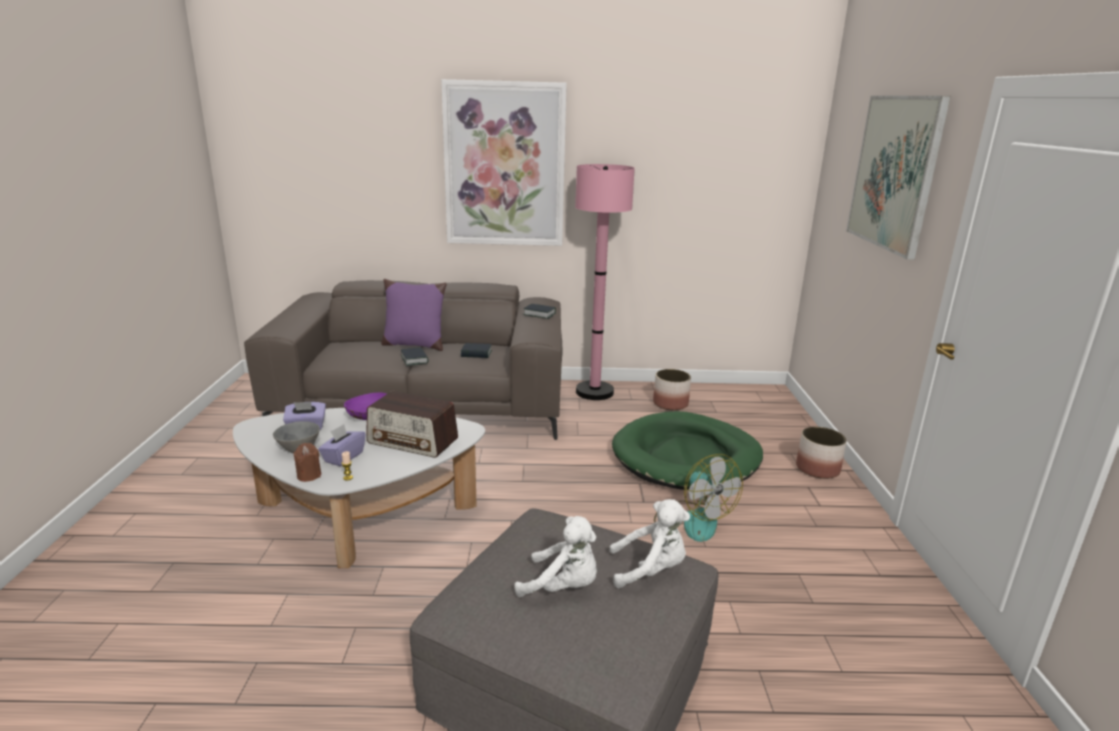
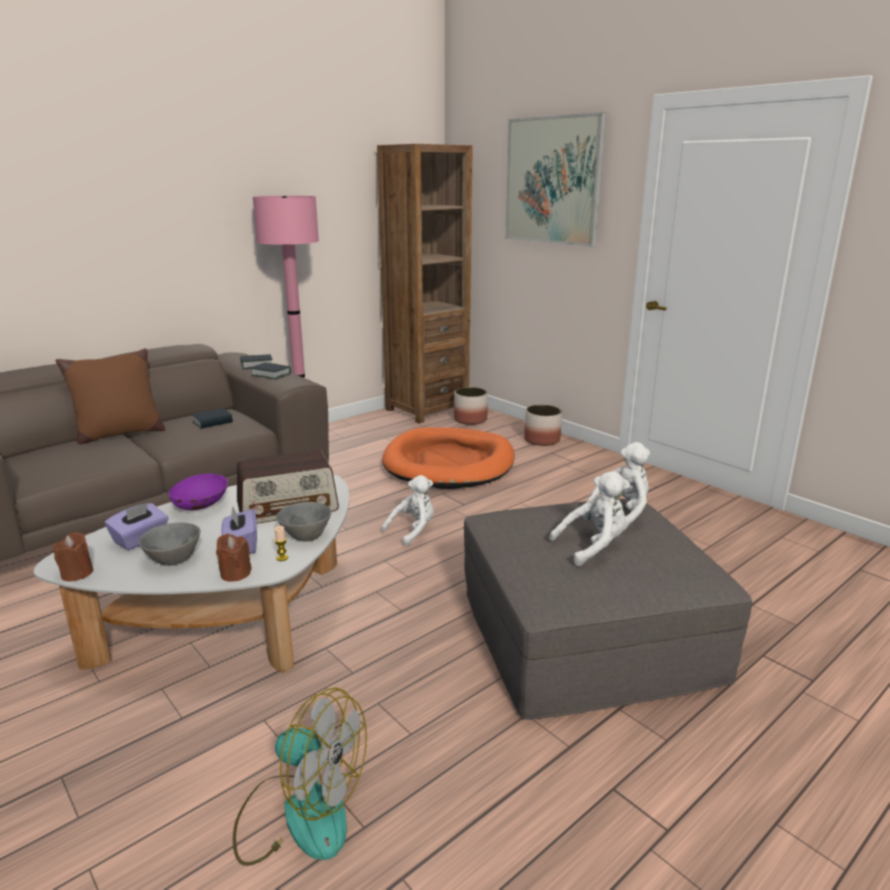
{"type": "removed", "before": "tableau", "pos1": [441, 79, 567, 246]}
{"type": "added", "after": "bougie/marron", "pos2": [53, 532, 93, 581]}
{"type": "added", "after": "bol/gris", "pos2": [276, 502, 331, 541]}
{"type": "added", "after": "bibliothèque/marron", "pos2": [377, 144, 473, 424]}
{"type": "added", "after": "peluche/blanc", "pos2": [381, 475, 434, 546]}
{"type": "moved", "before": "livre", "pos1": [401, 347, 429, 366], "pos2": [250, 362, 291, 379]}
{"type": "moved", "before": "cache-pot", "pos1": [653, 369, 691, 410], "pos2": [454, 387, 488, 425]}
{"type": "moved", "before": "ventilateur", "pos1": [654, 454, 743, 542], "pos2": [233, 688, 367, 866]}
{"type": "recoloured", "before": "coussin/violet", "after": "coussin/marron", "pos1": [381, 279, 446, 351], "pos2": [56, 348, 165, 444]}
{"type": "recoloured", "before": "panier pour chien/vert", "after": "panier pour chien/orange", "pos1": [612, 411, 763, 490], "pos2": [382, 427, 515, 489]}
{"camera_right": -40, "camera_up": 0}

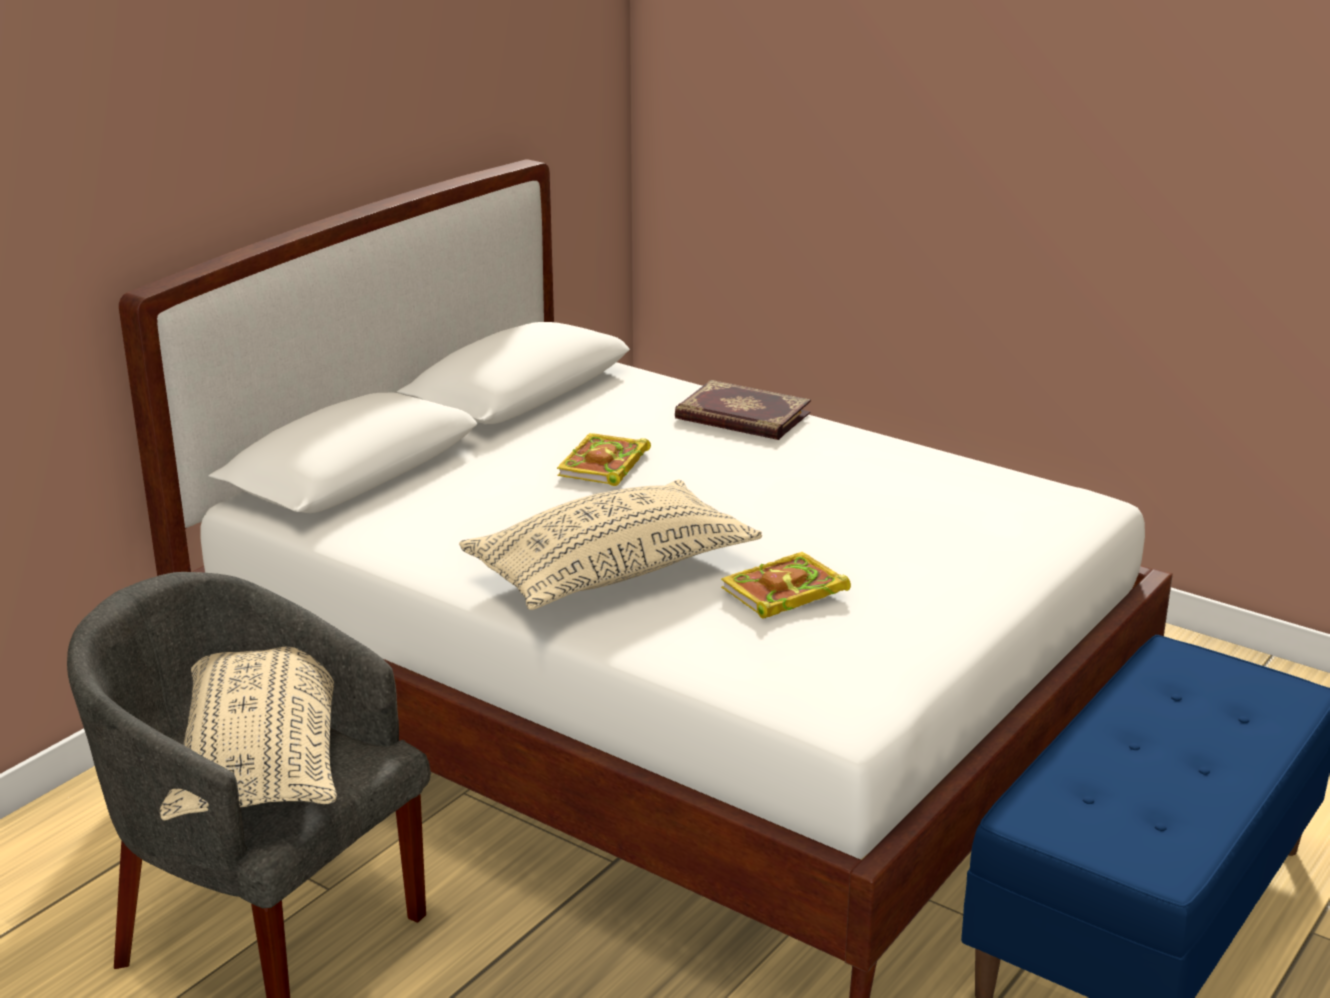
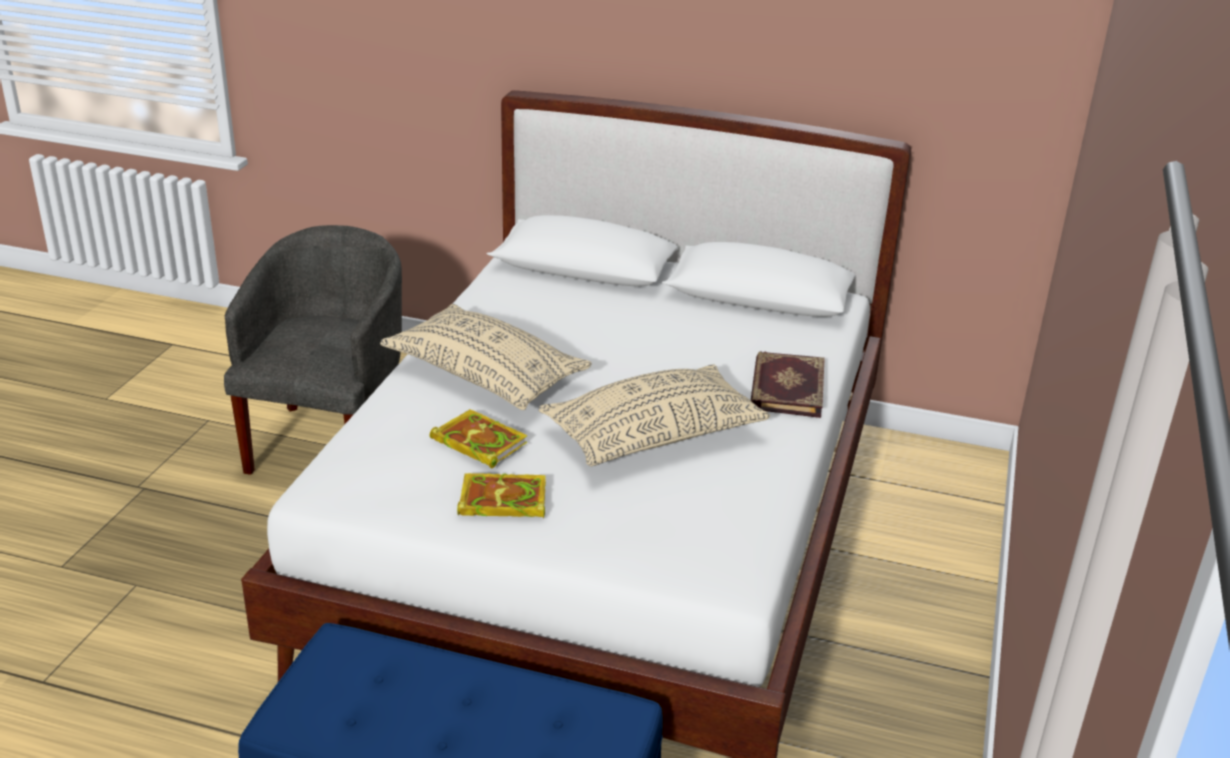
{"type": "moved", "before": "coussin/beige", "pos1": [160, 647, 337, 820], "pos2": [539, 364, 770, 466]}
{"type": "moved", "before": "livre", "pos1": [557, 433, 651, 486], "pos2": [457, 473, 546, 518]}
{"camera_right": 70, "camera_up": 5}

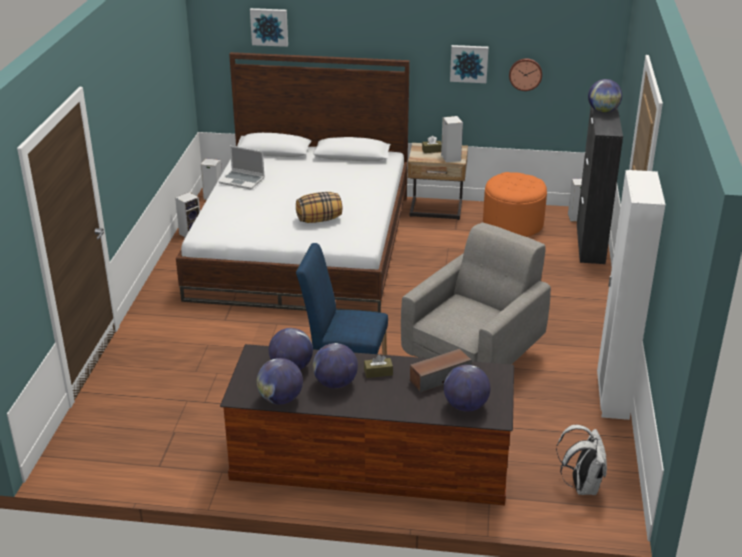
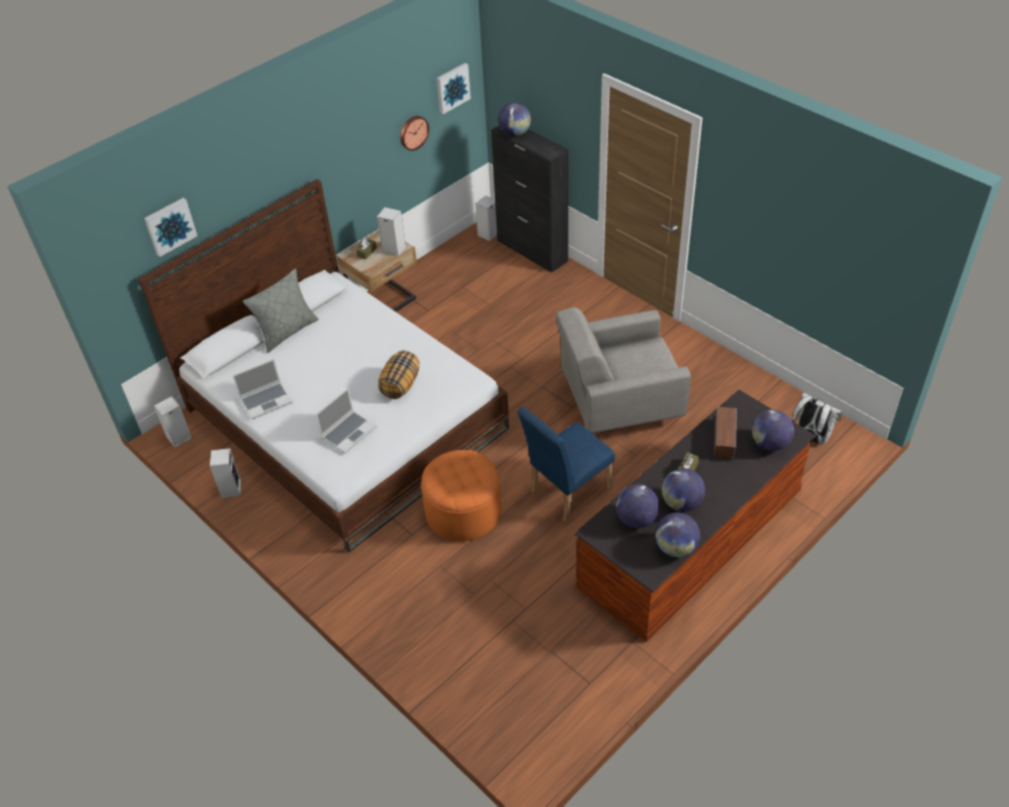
{"type": "removed", "before": "armoire/blanc", "pos1": [597, 170, 666, 420]}
{"type": "added", "after": "coussin/gris", "pos2": [243, 268, 319, 353]}
{"type": "added", "after": "ordinateur portable", "pos2": [315, 388, 377, 454]}
{"type": "moved", "before": "tableau", "pos1": [450, 45, 489, 83], "pos2": [437, 63, 471, 114]}
{"type": "moved", "before": "pouf/orange", "pos1": [483, 172, 547, 237], "pos2": [421, 450, 501, 541]}
{"type": "turned", "before": "fauteuil/gris", "pos1": [401, 222, 551, 365], "pos2": [556, 307, 691, 434], "turn": -90}
{"camera_right": -50, "camera_up": 15}

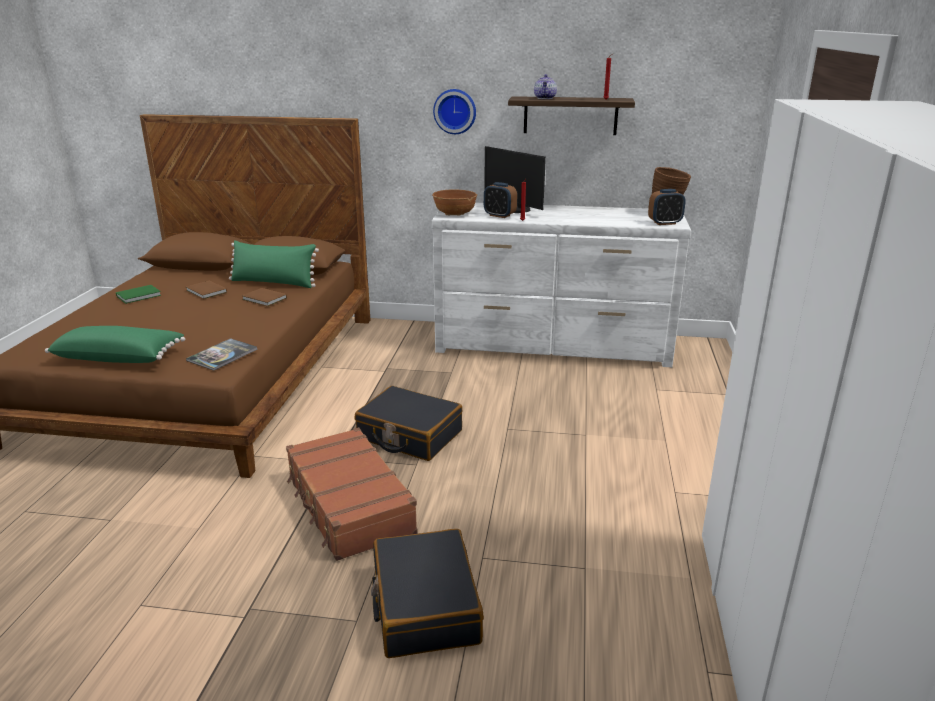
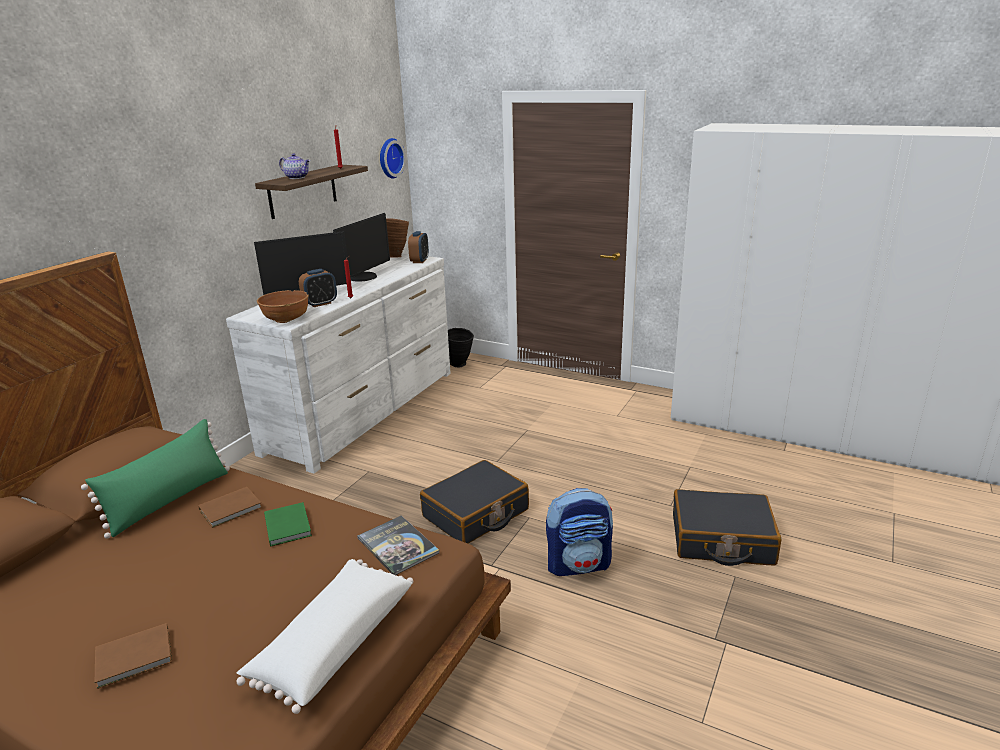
{"type": "added", "after": "écran d'ordinateur", "pos2": [333, 213, 390, 282]}
{"type": "added", "after": "vase/noir", "pos2": [448, 328, 474, 367]}
{"type": "moved", "before": "livre/vert", "pos1": [116, 285, 161, 304], "pos2": [264, 502, 312, 547]}
{"type": "moved", "before": "livre/marron", "pos1": [186, 281, 227, 299], "pos2": [94, 623, 172, 689]}
{"type": "moved", "before": "horloge murale", "pos1": [433, 89, 476, 134], "pos2": [380, 138, 406, 179]}
{"type": "replaced", "before": "valise/marron", "after": "sac à dos", "pos1": [286, 428, 418, 561], "pos2": [546, 488, 613, 576]}
{"type": "recoloured", "before": "coussin/vert", "after": "coussin/blanc", "pos1": [45, 326, 185, 363], "pos2": [236, 559, 413, 714]}
{"camera_right": -70, "camera_up": 0}

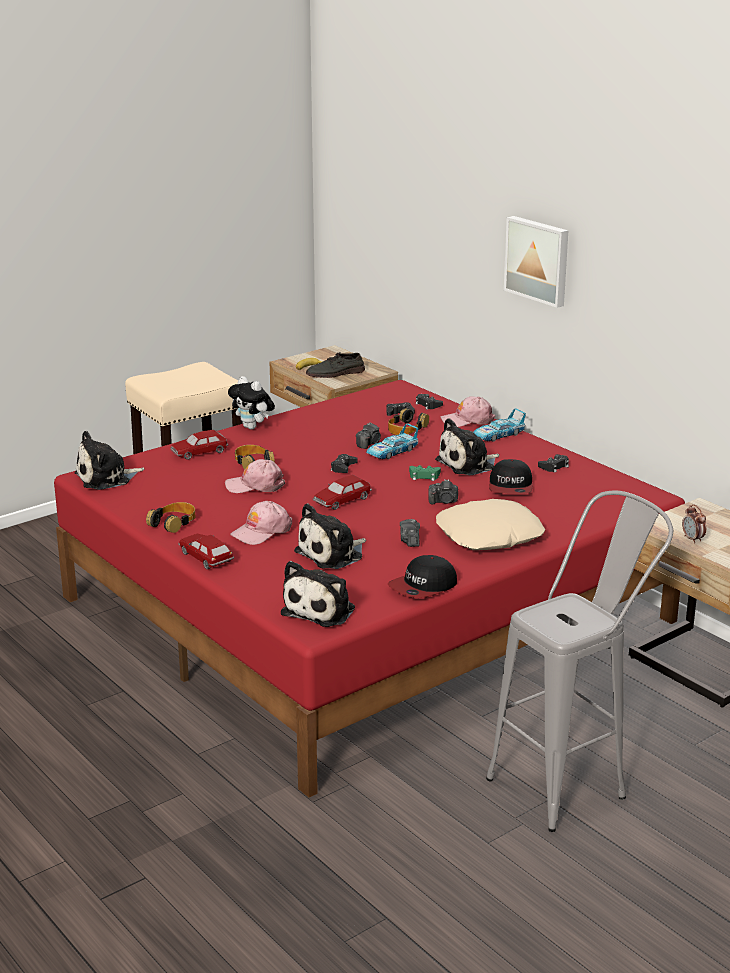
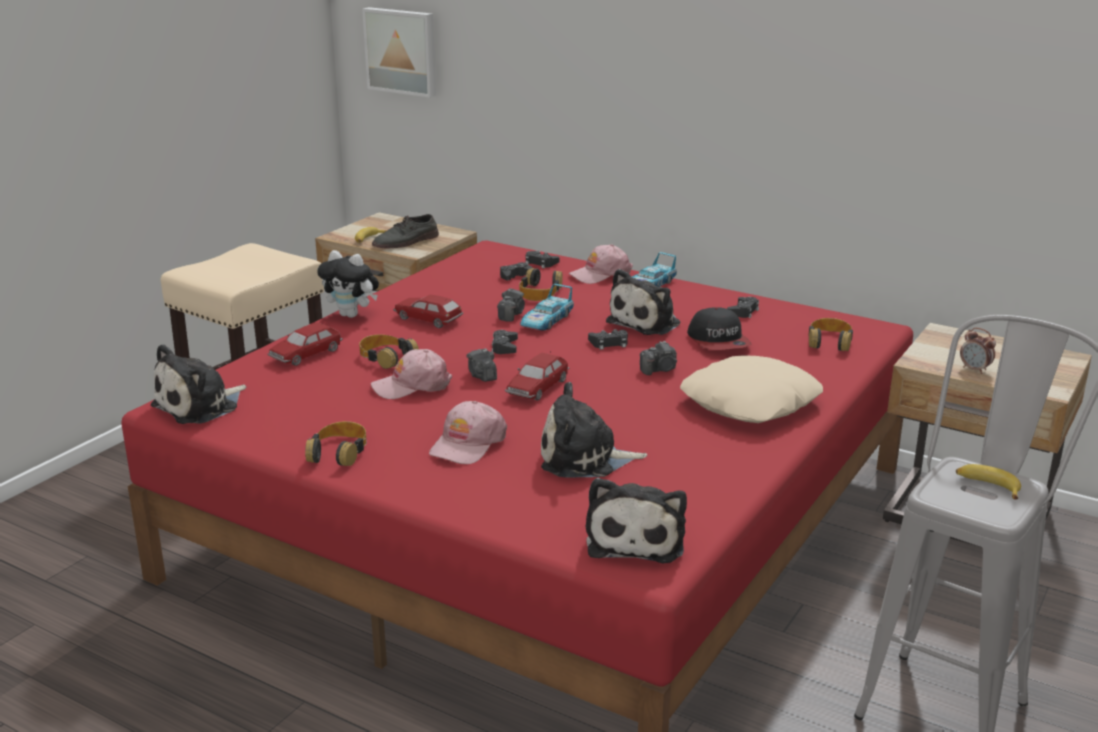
{"type": "removed", "before": "casquette", "pos1": [388, 555, 457, 598]}
{"type": "added", "after": "casque audio", "pos2": [808, 318, 853, 351]}
{"type": "added", "after": "banane", "pos2": [956, 464, 1021, 500]}
{"type": "moved", "before": "petite voiture", "pos1": [178, 533, 234, 569], "pos2": [393, 295, 463, 328]}
{"type": "moved", "before": "appareil photo", "pos1": [400, 519, 420, 547], "pos2": [466, 348, 497, 382]}
{"type": "moved", "before": "tableau", "pos1": [504, 216, 568, 308], "pos2": [362, 7, 436, 98]}
{"type": "recoloured", "before": "manette/vert", "after": "manette/noir", "pos1": [409, 465, 441, 481], "pos2": [588, 329, 628, 350]}
{"type": "turned", "before": "peluche", "pos1": [294, 503, 366, 569], "pos2": [541, 382, 647, 477], "turn": 60}
{"camera_right": -20, "camera_up": 0}

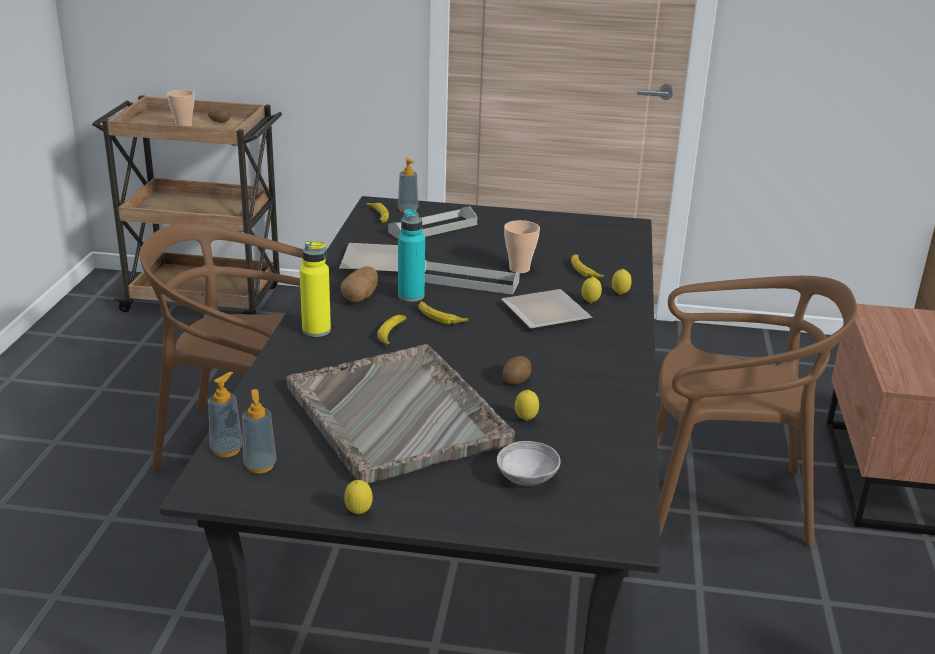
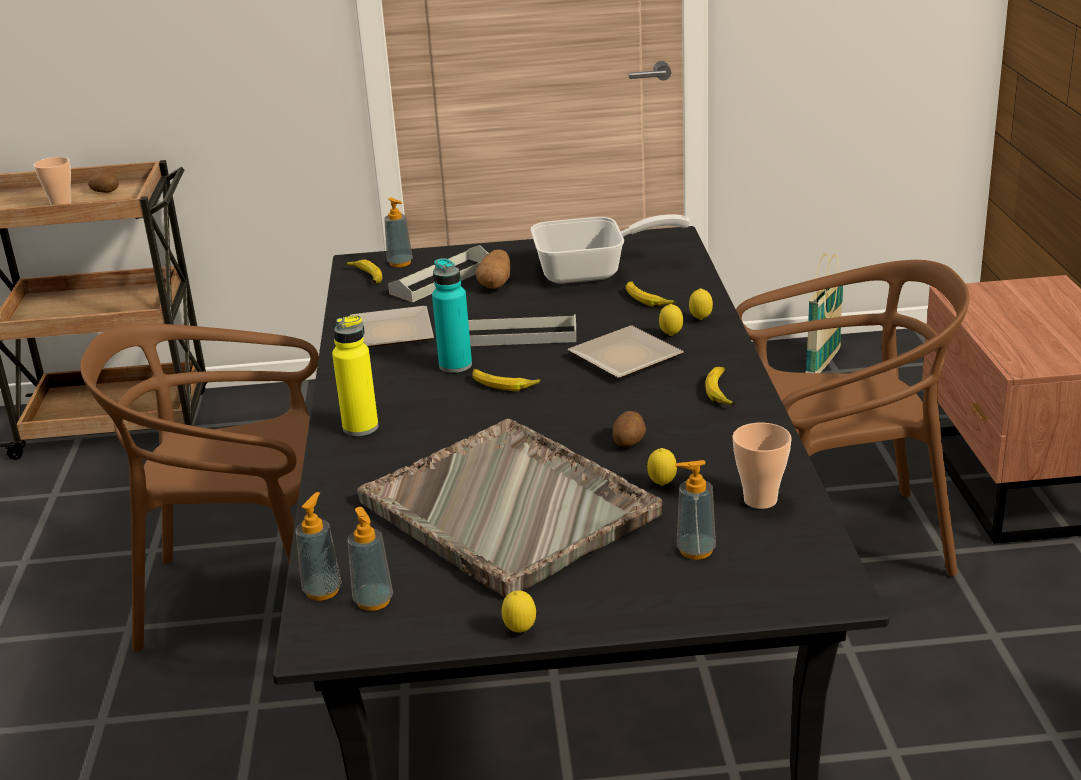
{"type": "added", "after": "poêle", "pos2": [531, 214, 690, 284]}
{"type": "added", "after": "panier", "pos2": [806, 253, 843, 373]}
{"type": "moved", "before": "pomme de terre", "pos1": [340, 266, 378, 302], "pos2": [476, 250, 510, 289]}
{"type": "moved", "before": "banane", "pos1": [377, 315, 407, 347], "pos2": [705, 367, 735, 406]}
{"type": "moved", "before": "tasse", "pos1": [504, 220, 540, 273], "pos2": [732, 423, 792, 509]}
{"type": "replaced", "before": "bol/gris", "after": "distributeur de savon", "pos1": [497, 441, 561, 486], "pos2": [675, 460, 716, 559]}
{"camera_right": -10, "camera_up": 0}

